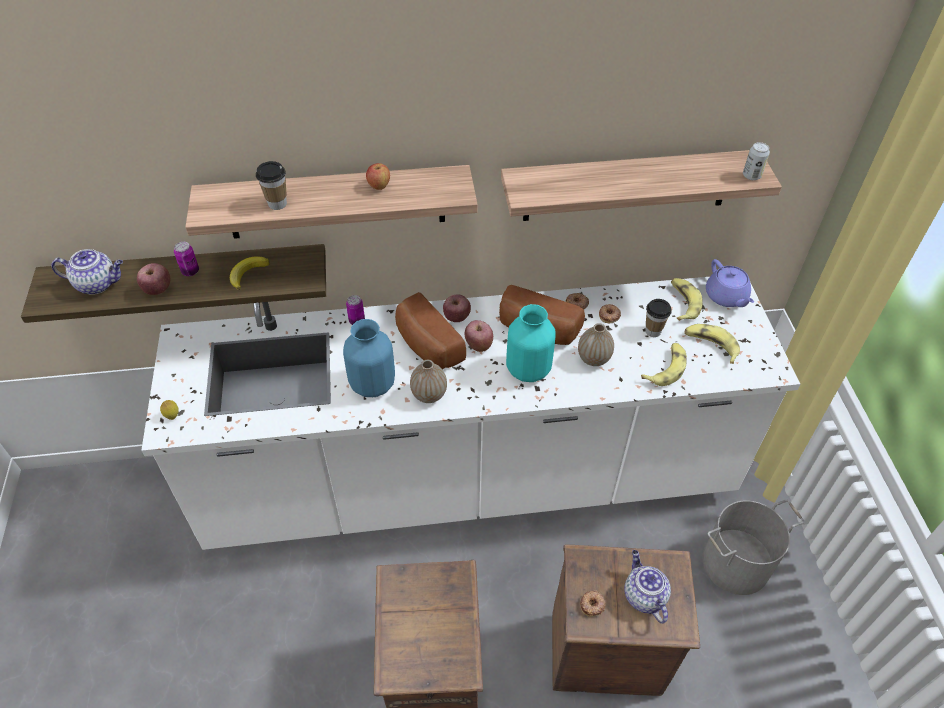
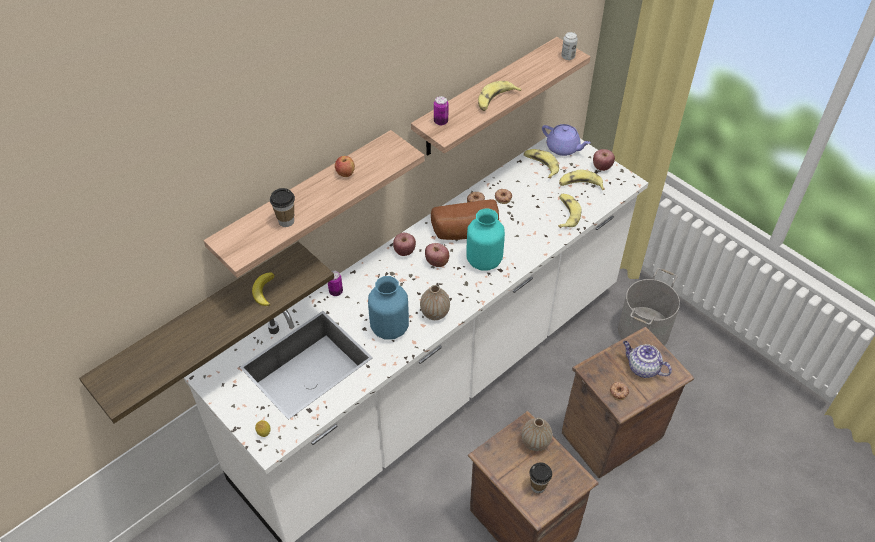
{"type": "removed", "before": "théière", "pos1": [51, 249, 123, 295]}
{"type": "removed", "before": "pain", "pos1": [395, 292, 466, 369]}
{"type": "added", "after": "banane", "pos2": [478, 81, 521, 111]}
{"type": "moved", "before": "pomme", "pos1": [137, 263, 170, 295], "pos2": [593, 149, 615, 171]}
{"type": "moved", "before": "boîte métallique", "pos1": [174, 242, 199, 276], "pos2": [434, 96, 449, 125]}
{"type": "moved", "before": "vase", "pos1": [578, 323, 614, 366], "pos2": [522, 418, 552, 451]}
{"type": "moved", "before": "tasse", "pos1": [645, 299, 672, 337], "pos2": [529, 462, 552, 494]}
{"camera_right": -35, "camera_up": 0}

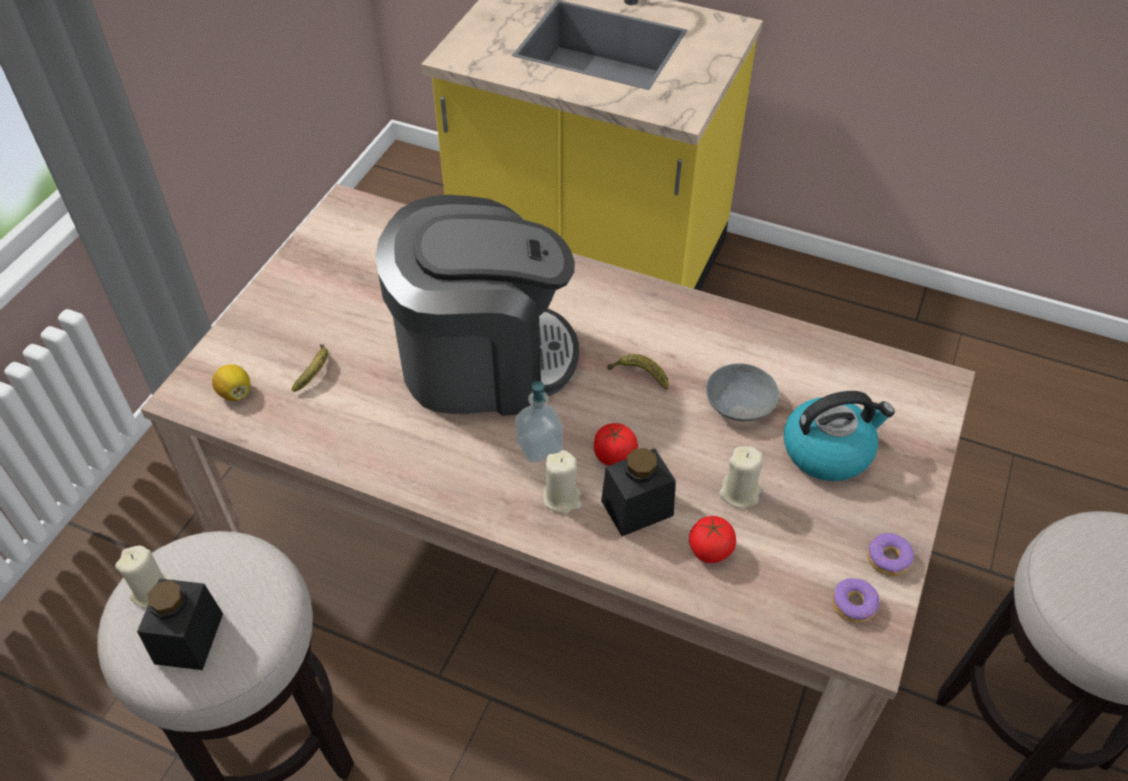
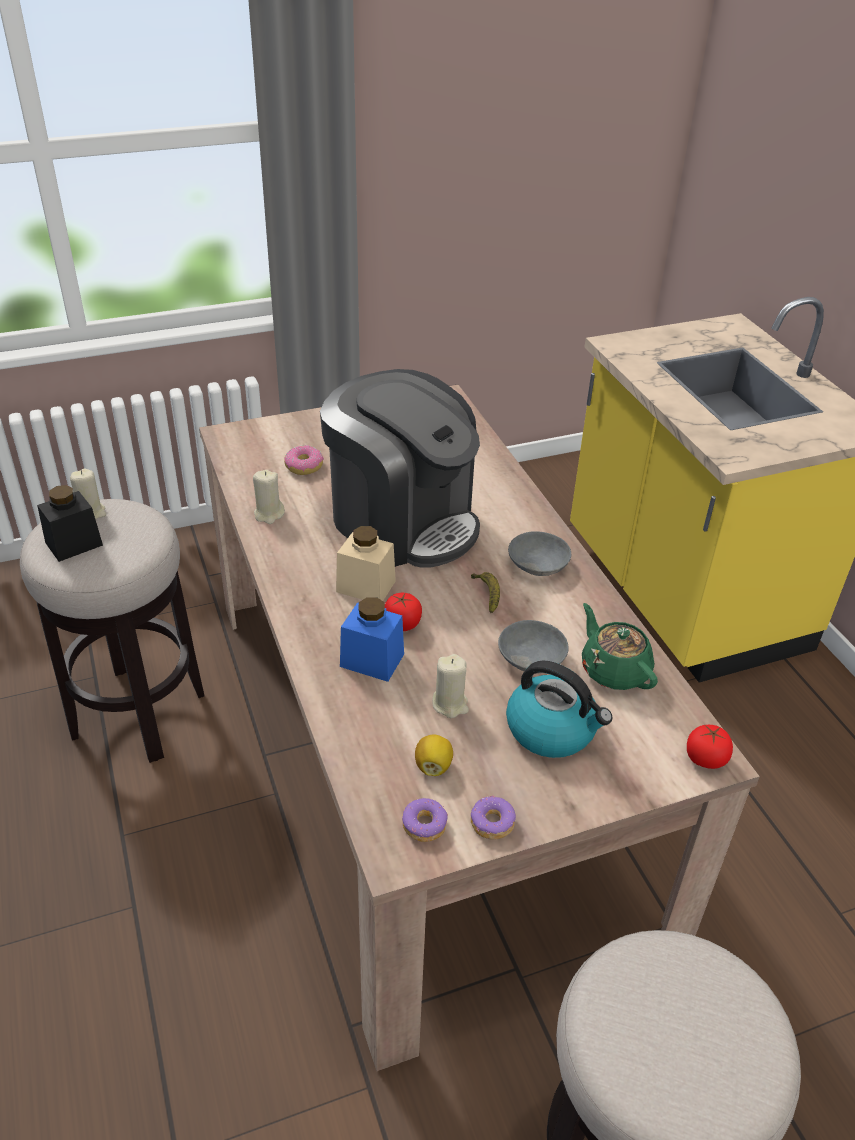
{"type": "added", "after": "bol/gris", "pos2": [508, 531, 571, 576]}
{"type": "added", "after": "théière/vert", "pos2": [582, 603, 658, 690]}
{"type": "moved", "before": "citron", "pos1": [212, 364, 250, 401], "pos2": [415, 734, 453, 776]}
{"type": "moved", "before": "bougie/beige", "pos1": [543, 450, 582, 515], "pos2": [253, 470, 285, 524]}
{"type": "moved", "before": "tomate", "pos1": [689, 516, 736, 563], "pos2": [687, 725, 733, 769]}
{"type": "replaced", "before": "banane", "after": "beignet", "pos1": [292, 344, 328, 392], "pos2": [284, 445, 324, 475]}
{"type": "replaced", "before": "distributeur de savon", "after": "bocal/beige", "pos1": [515, 381, 563, 463], "pos2": [336, 526, 396, 601]}
{"type": "recoloured", "before": "bocal/noir", "after": "bocal/bleu", "pos1": [601, 448, 676, 536], "pos2": [340, 597, 404, 682]}
{"camera_right": 45, "camera_up": -10}

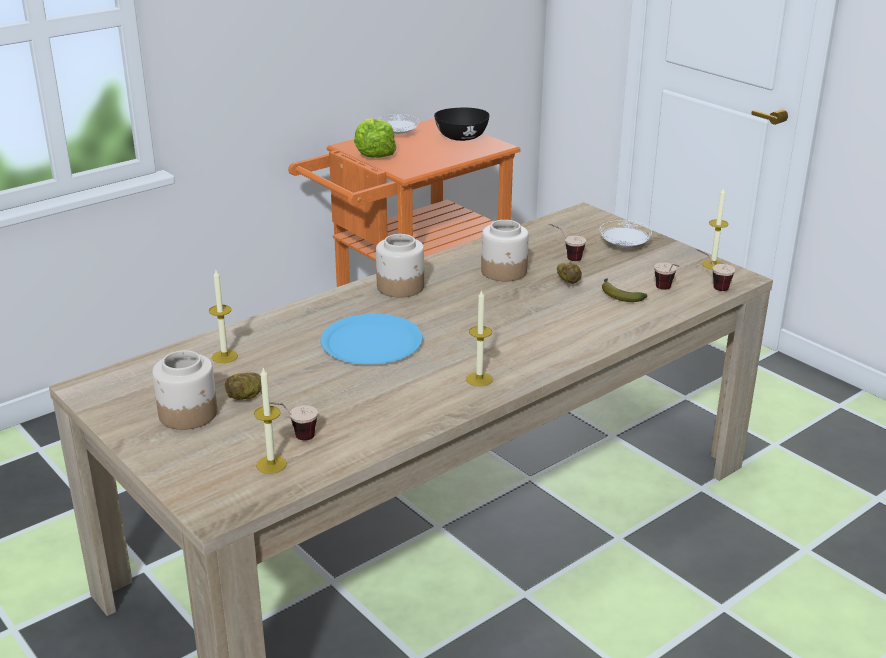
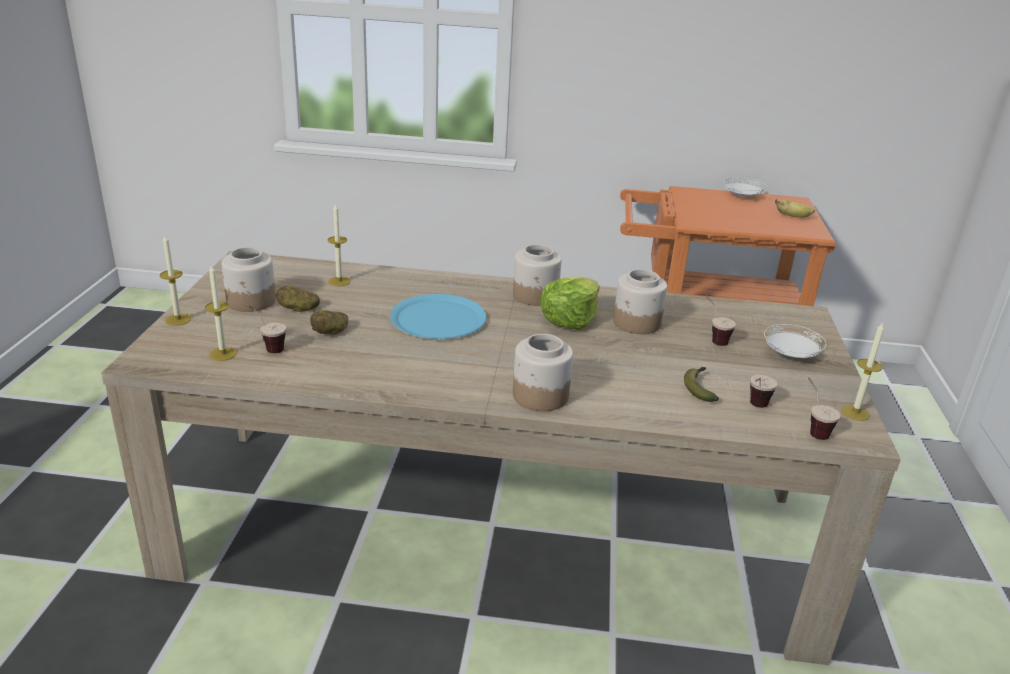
{"type": "added", "after": "bocal", "pos2": [513, 334, 573, 411]}
{"type": "moved", "before": "laitue", "pos1": [354, 118, 396, 158], "pos2": [540, 277, 599, 330]}
{"type": "moved", "before": "bougie", "pos1": [466, 289, 493, 386], "pos2": [160, 235, 191, 326]}
{"type": "moved", "before": "pomme de terre", "pos1": [557, 263, 582, 284], "pos2": [310, 310, 348, 334]}
{"type": "replaced", "before": "bol/noir", "after": "banane", "pos1": [434, 107, 490, 141], "pos2": [775, 199, 815, 218]}
{"camera_right": 45, "camera_up": 0}

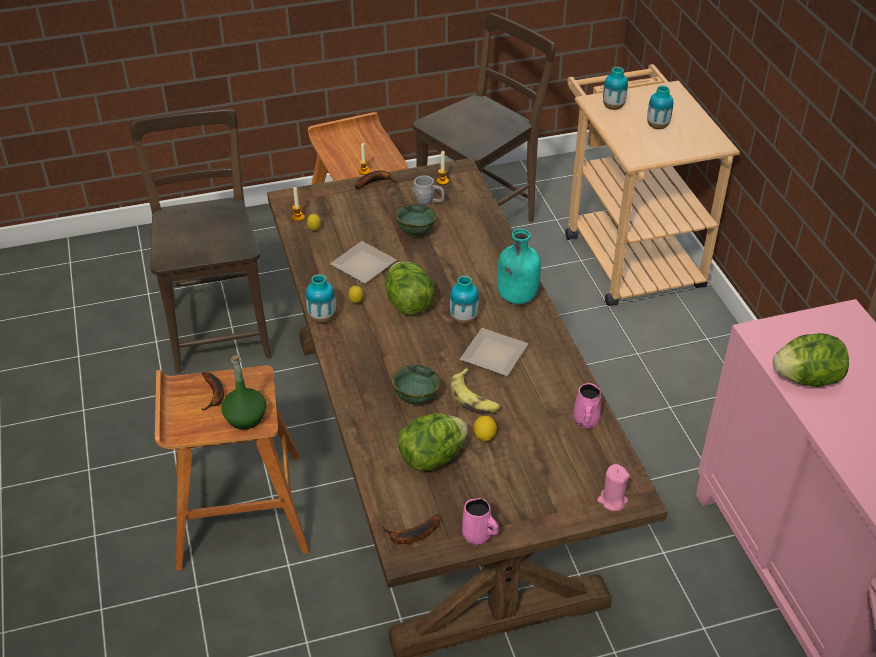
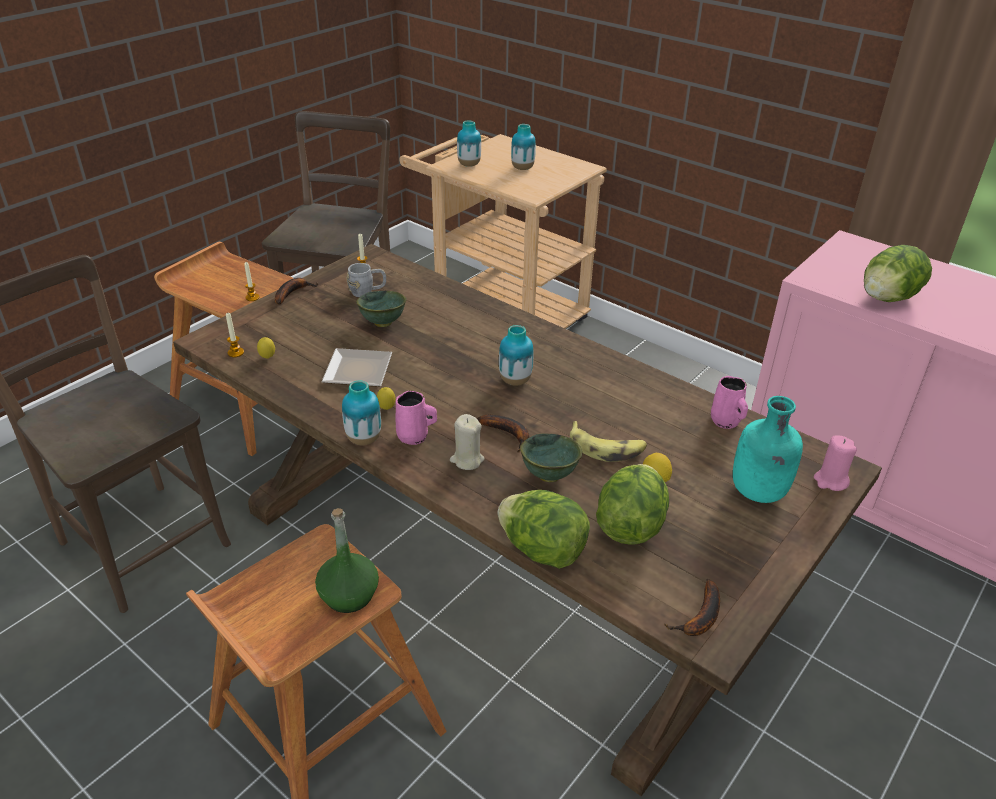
{"type": "removed", "before": "assiette", "pos1": [460, 328, 528, 376]}
{"type": "added", "after": "bougie/beige", "pos2": [450, 414, 485, 470]}
{"type": "moved", "before": "banane", "pos1": [201, 372, 224, 411], "pos2": [477, 415, 529, 452]}
{"type": "moved", "before": "laitue", "pos1": [385, 262, 435, 315], "pos2": [497, 490, 590, 569]}
{"type": "moved", "before": "mug/rose", "pos1": [462, 498, 499, 546], "pos2": [395, 391, 437, 445]}
{"type": "moved", "before": "bouteille/turquoise", "pos1": [497, 229, 541, 304], "pos2": [733, 396, 803, 503]}
{"camera_right": -35, "camera_up": -5}

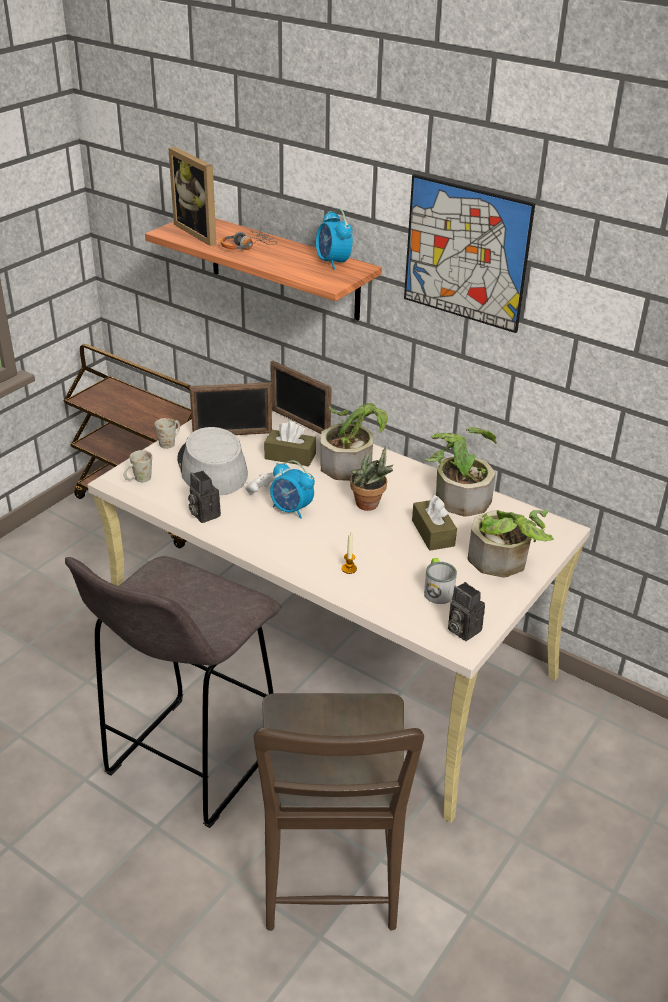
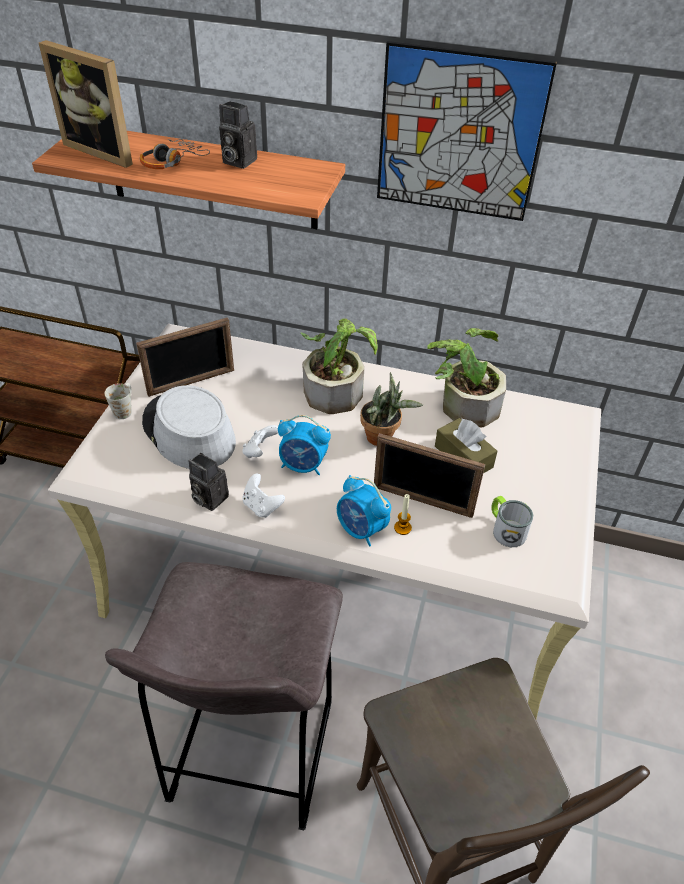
{"type": "removed", "before": "mug/blanc", "pos1": [123, 450, 152, 482]}
{"type": "removed", "before": "boîte à mouchoirs/marron", "pos1": [264, 421, 316, 467]}
{"type": "removed", "before": "plante en pot", "pos1": [468, 510, 554, 578]}
{"type": "added", "after": "manette/blanc", "pos2": [242, 473, 285, 518]}
{"type": "moved", "before": "cadre photo", "pos1": [270, 361, 332, 434], "pos2": [374, 433, 485, 518]}
{"type": "moved", "before": "réveil", "pos1": [316, 209, 353, 270], "pos2": [337, 475, 391, 546]}
{"type": "moved", "before": "appareil photo", "pos1": [448, 582, 485, 641], "pos2": [219, 101, 257, 169]}
{"camera_right": -20, "camera_up": 10}

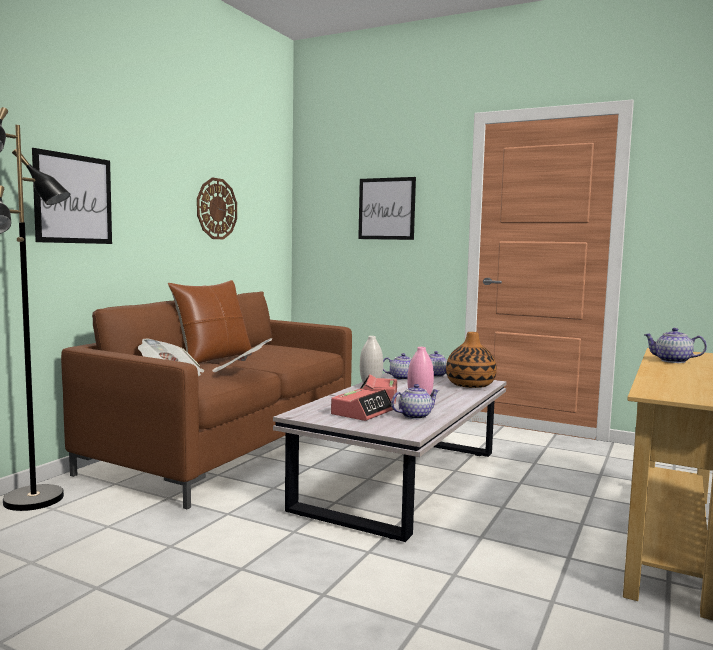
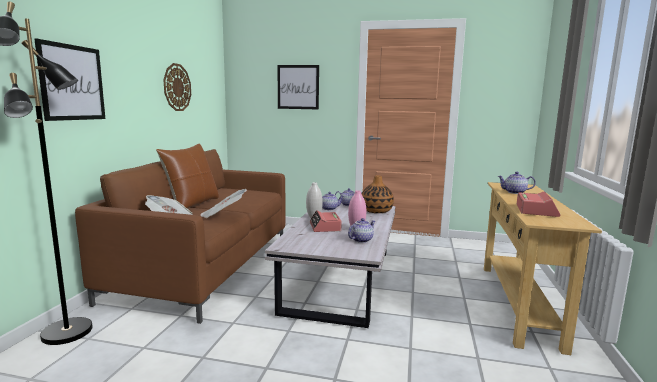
{"type": "moved", "before": "réveil", "pos1": [331, 389, 393, 421], "pos2": [517, 191, 560, 217]}
{"camera_right": -15, "camera_up": 5}

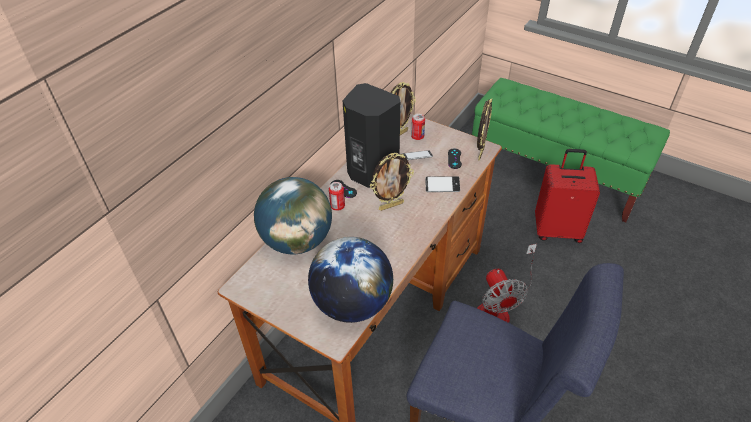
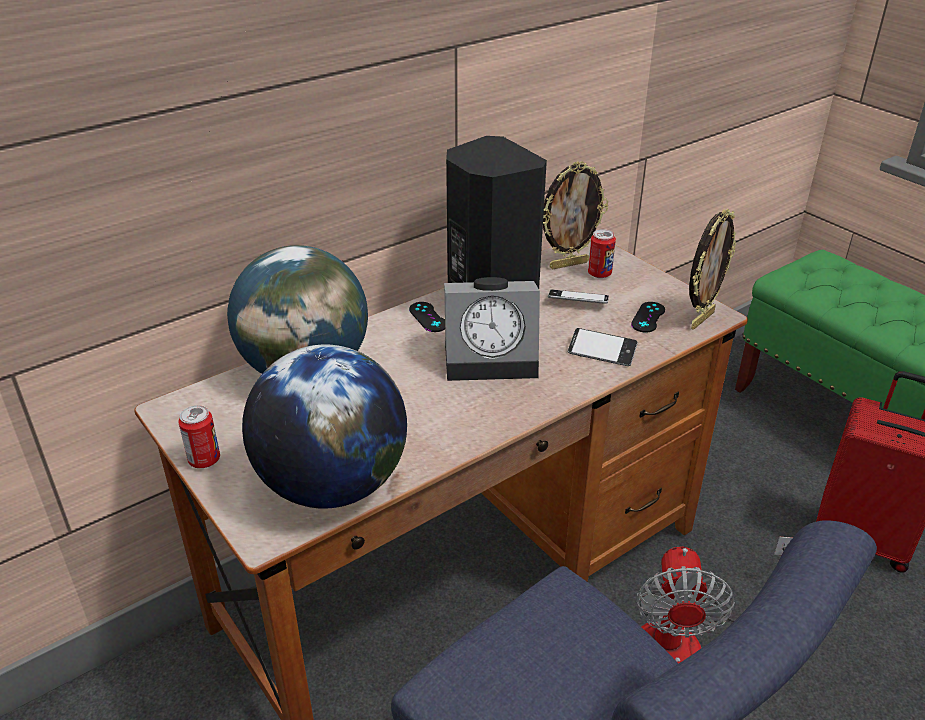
{"type": "moved", "before": "boîte métallique", "pos1": [329, 182, 345, 211], "pos2": [178, 405, 220, 468]}
{"type": "replaced", "before": "cadre photo", "after": "réveil", "pos1": [370, 153, 414, 211], "pos2": [444, 277, 540, 381]}
{"camera_right": 20, "camera_up": -10}

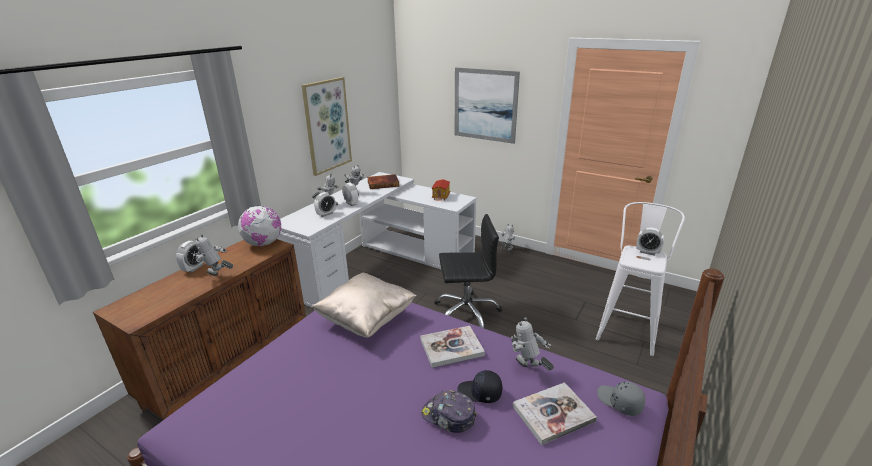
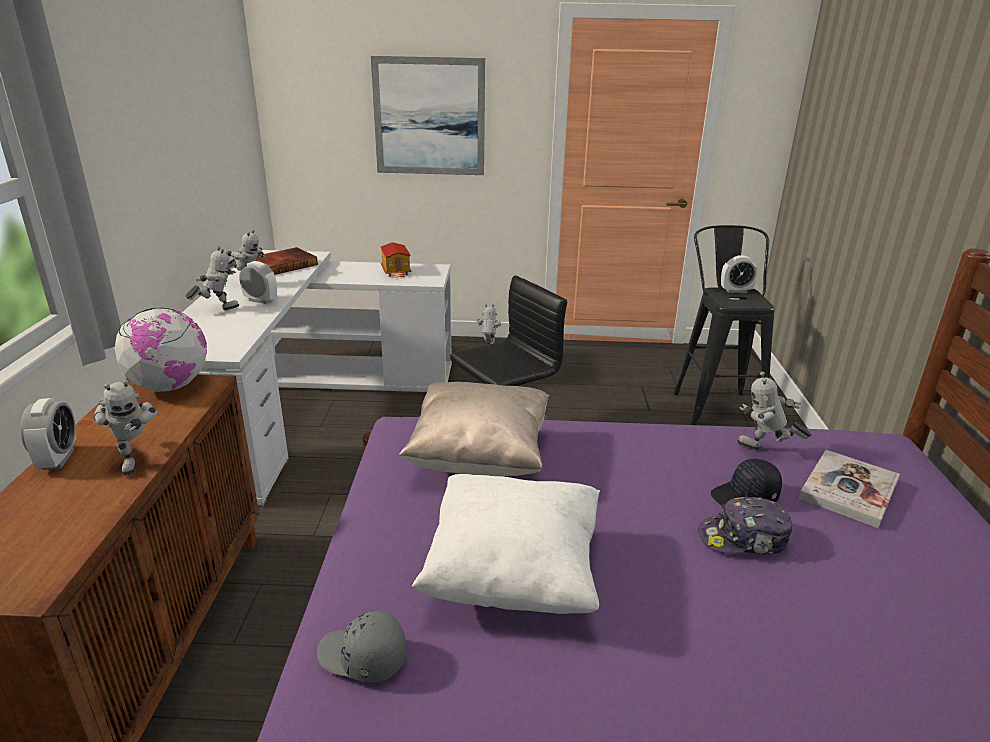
{"type": "removed", "before": "tableau", "pos1": [302, 77, 352, 176]}
{"type": "removed", "before": "réveil", "pos1": [314, 192, 336, 217]}
{"type": "removed", "before": "livre", "pos1": [420, 326, 485, 368]}
{"type": "added", "after": "coussin/blanc", "pos2": [412, 474, 600, 614]}
{"type": "moved", "before": "casquette/gris", "pos1": [597, 381, 645, 416], "pos2": [317, 611, 406, 683]}
{"type": "recoloured", "before": "tabouret/blanc", "after": "tabouret/noir", "pos1": [596, 202, 685, 356], "pos2": [673, 225, 775, 425]}
{"type": "turned", "before": "robot jouet", "pos1": [195, 234, 233, 276], "pos2": [93, 379, 159, 475], "turn": -105}
{"camera_right": -30, "camera_up": 0}

